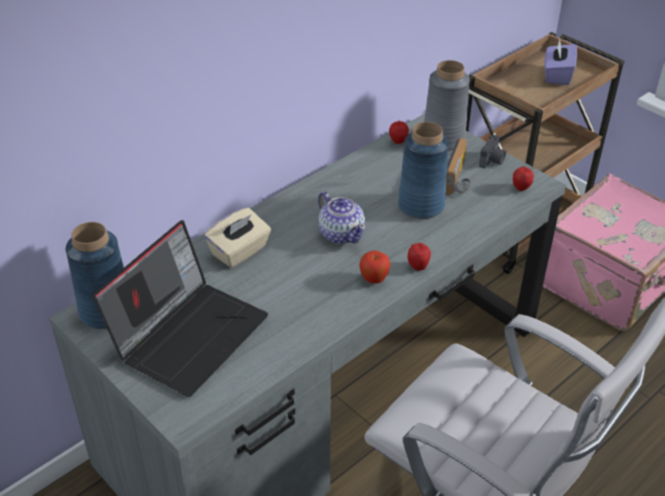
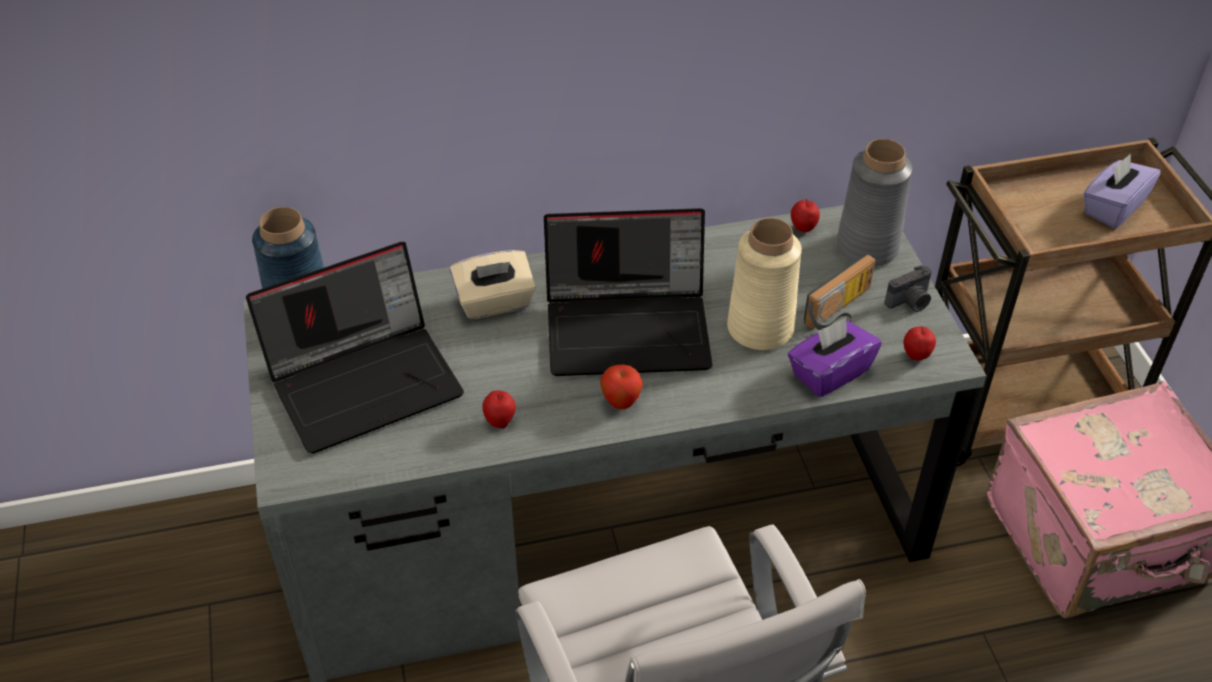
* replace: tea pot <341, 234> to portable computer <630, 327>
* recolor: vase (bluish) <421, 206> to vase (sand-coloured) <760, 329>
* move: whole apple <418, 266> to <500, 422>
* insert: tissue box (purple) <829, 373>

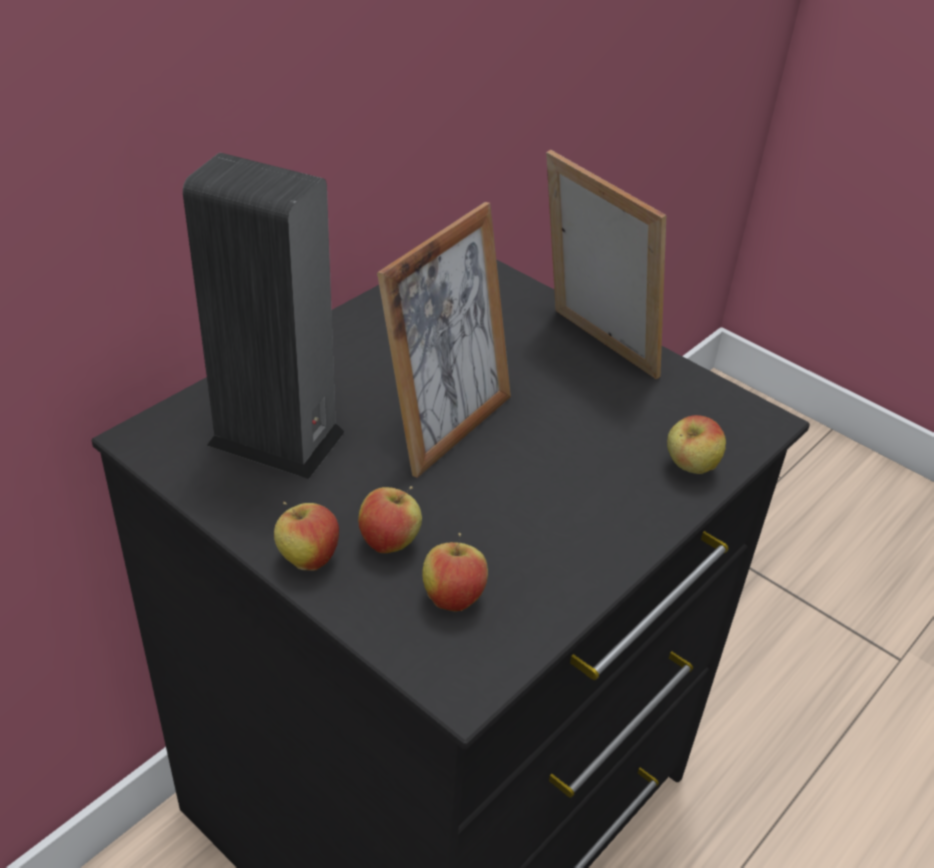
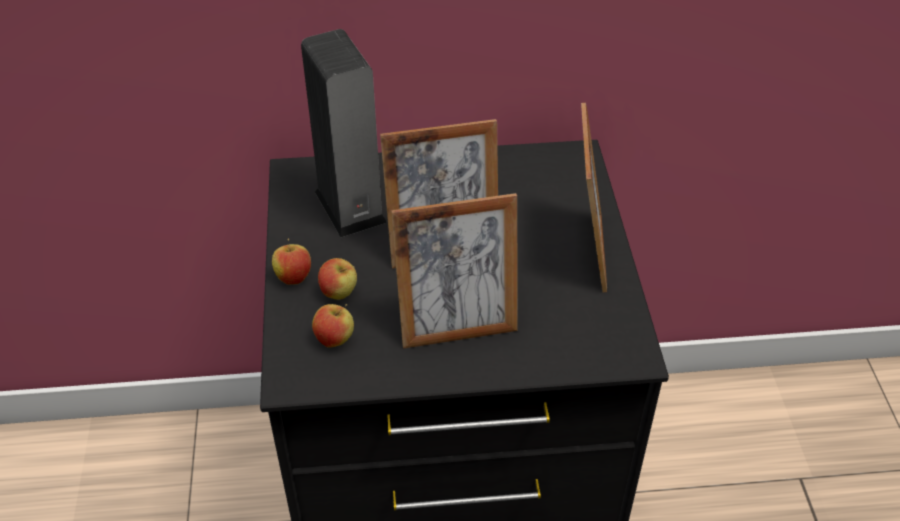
* delete: whole apple <690, 468>
* insert: standing frame <457, 326>

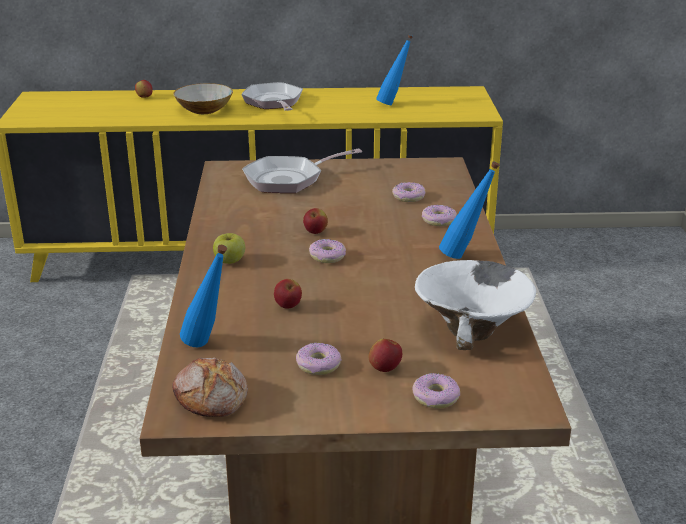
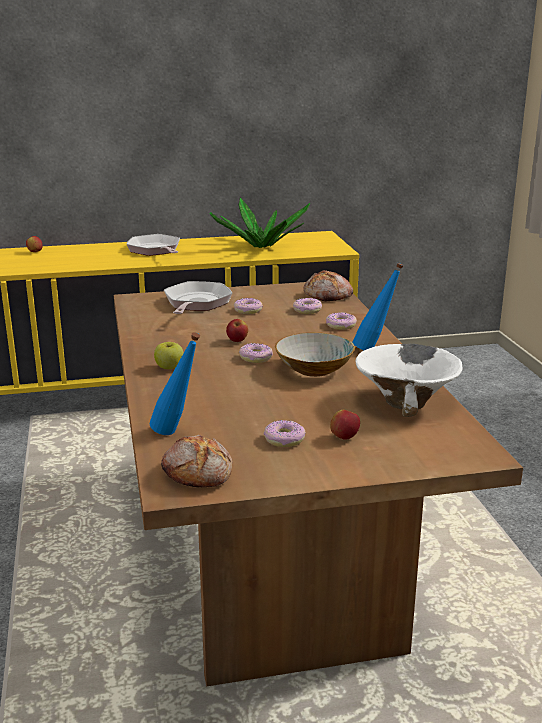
* move: bowl <204, 110> to <314, 370>
* rotate: pan <289, 179> = <196, 304> 135 degrees clockwise
* delete: whole apple <288, 306>
* replace: drink bottle (bluish) <393, 104> to houseplant <261, 246>
* move: ring doughnut <435, 397> to <248, 310>
* insert: bread <328, 296>

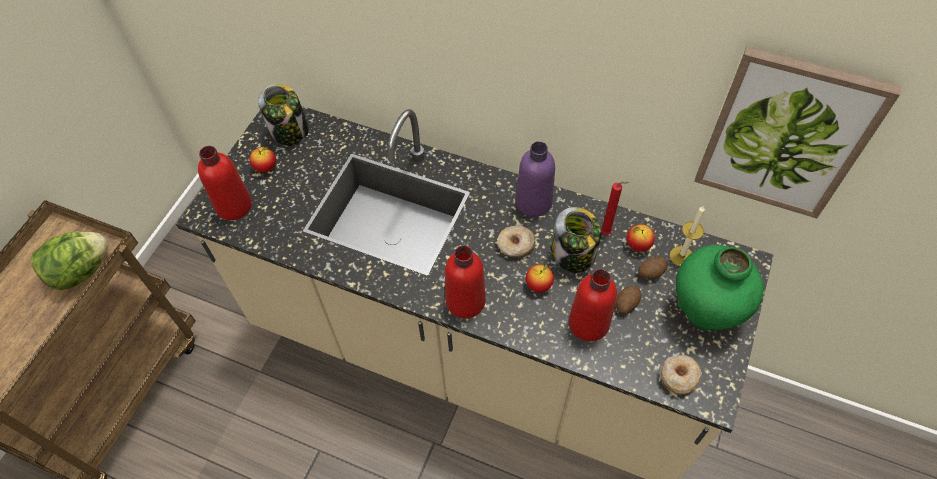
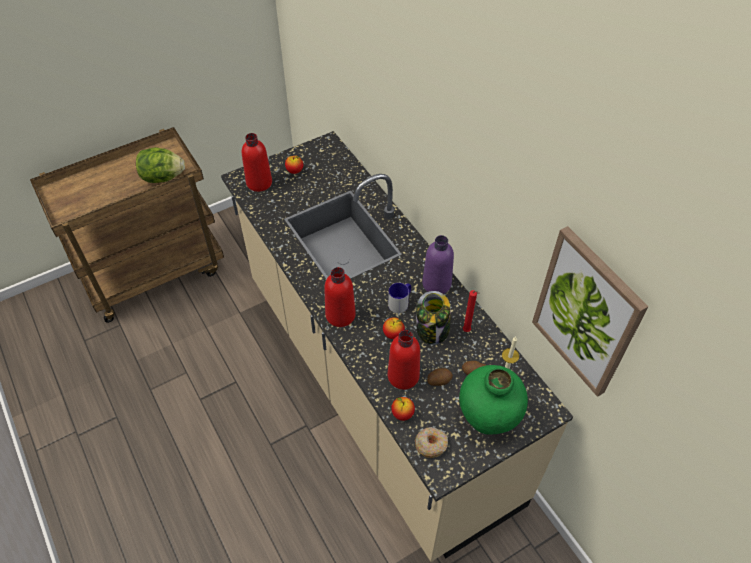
* delete: jar <290, 131>
* replace: ring doughnut <515, 245> to mug <400, 302>
* move: whole apple <638, 245> to <402, 414>

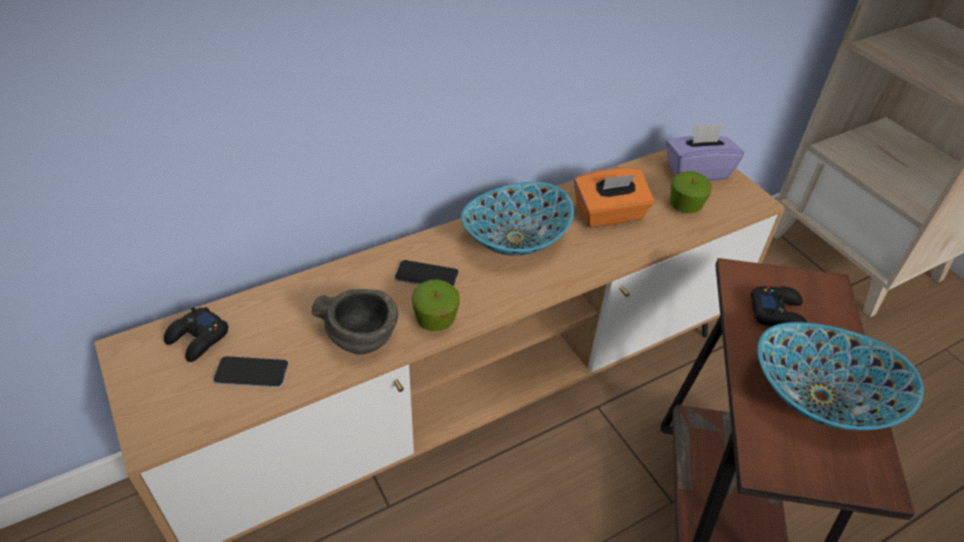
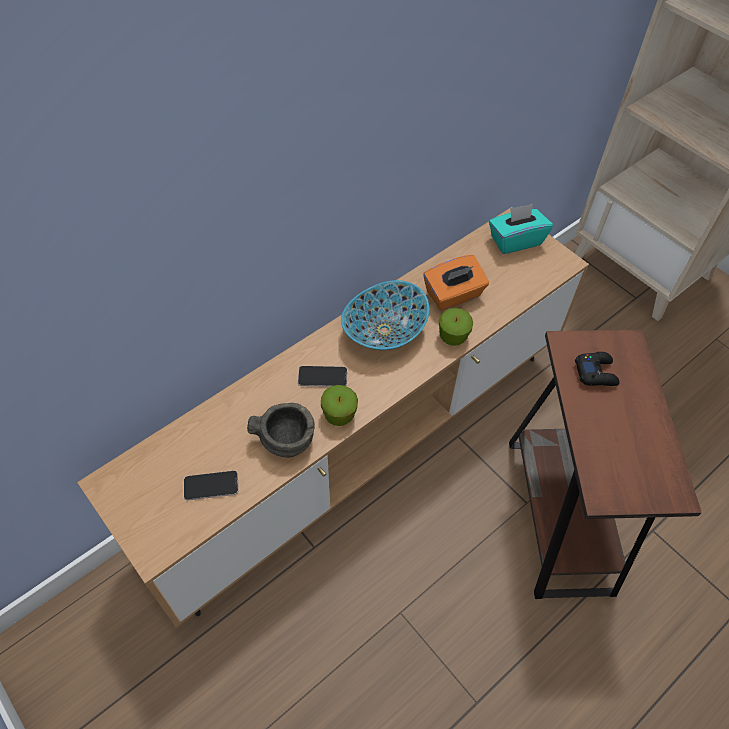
* delete: joypad (black) <198, 339>
* recolor: tissue box (purple) <696, 171> to tissue box (turquoise-coloured) <515, 240>
* move: whole apple <685, 206> to <453, 336>
* delete: bowl <821, 398>

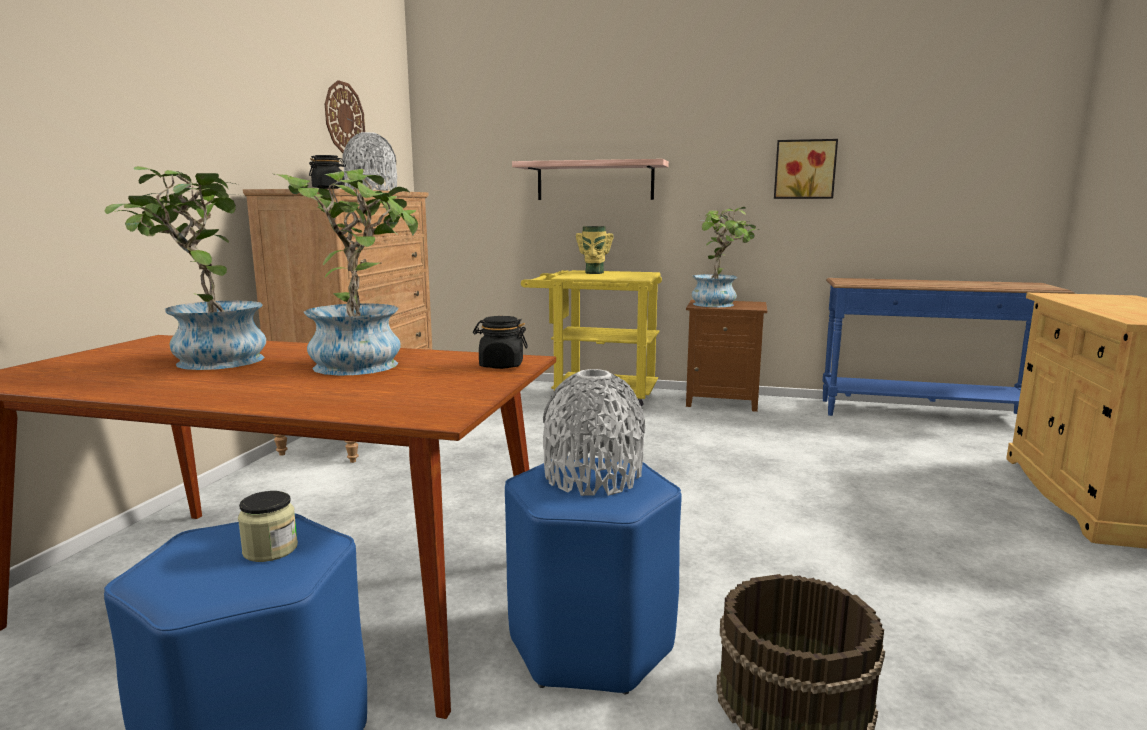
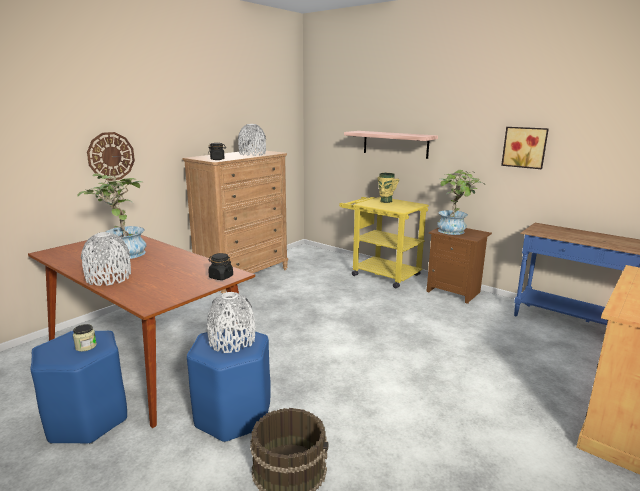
* delete: houseplant <364, 362>
* move: hanging clock <344, 118> to <111, 156>
* insert: vase (greyish) <109, 278>

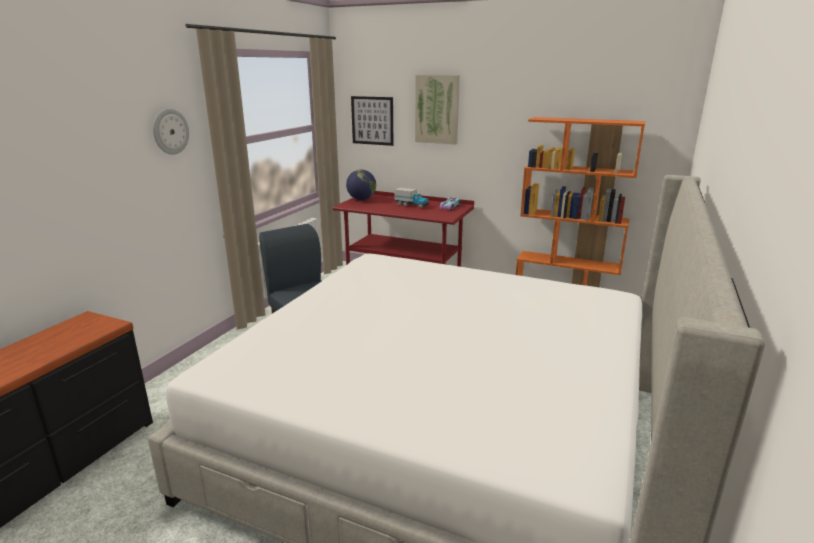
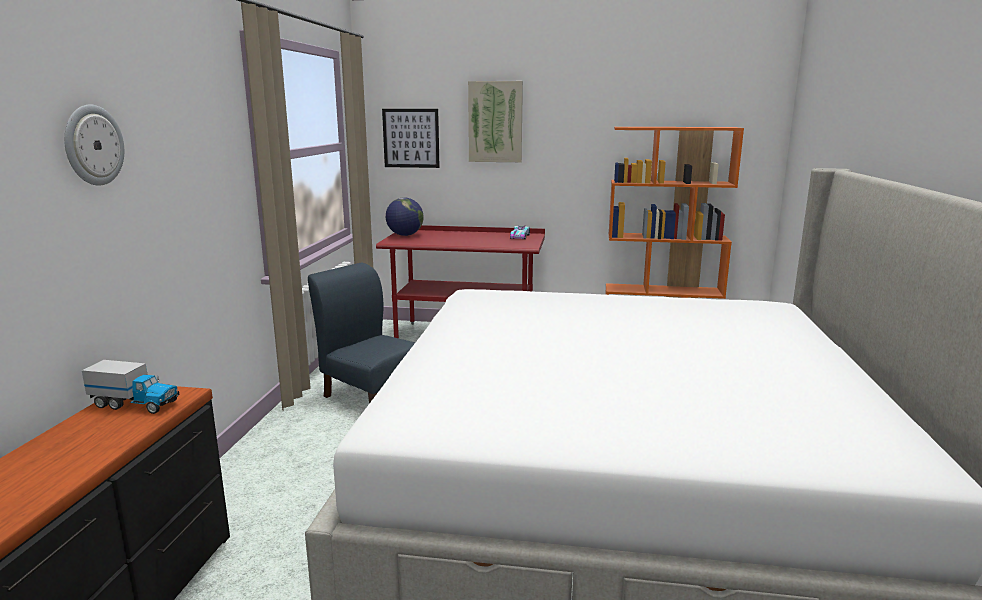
* move: hanging clock <170, 131> to <93, 145>
* move: toy truck <412, 205> to <136, 404>

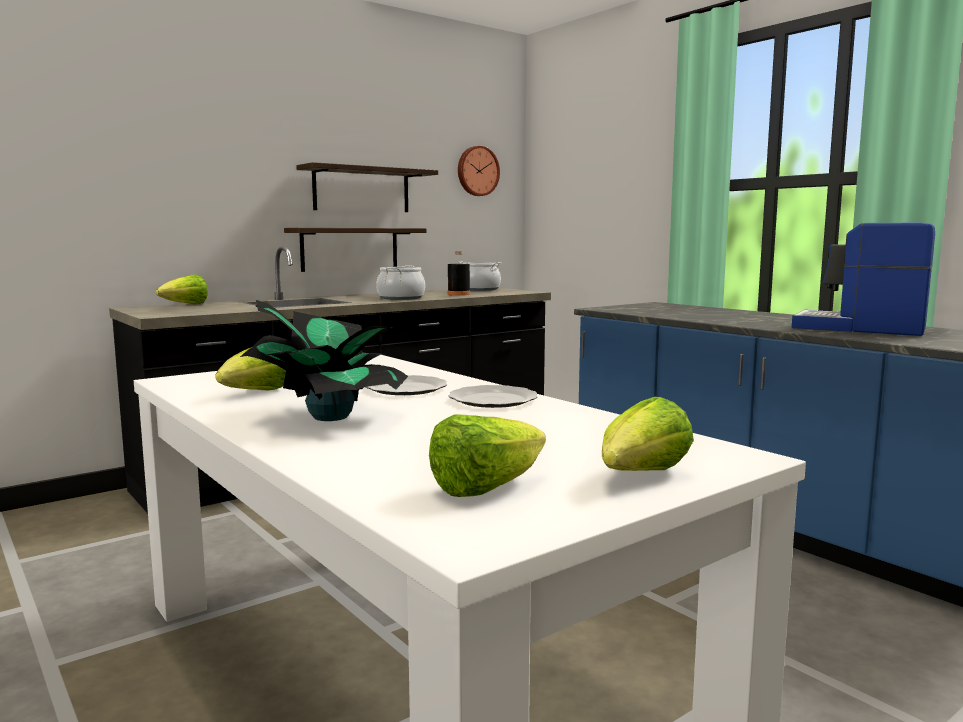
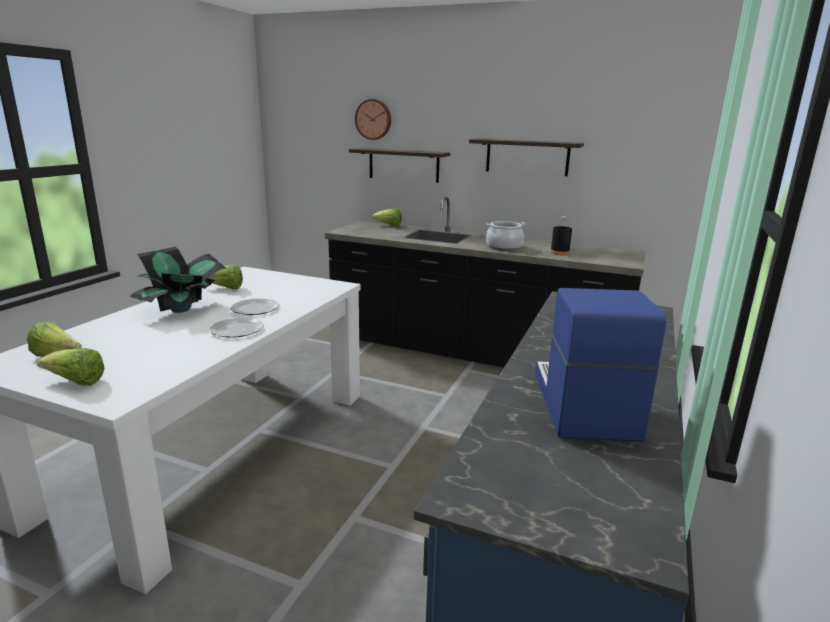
* move: wall shelf <350, 249> to <403, 165>
* move: hanging clock <477, 171> to <374, 119>
* delete: saucepot <479, 289>

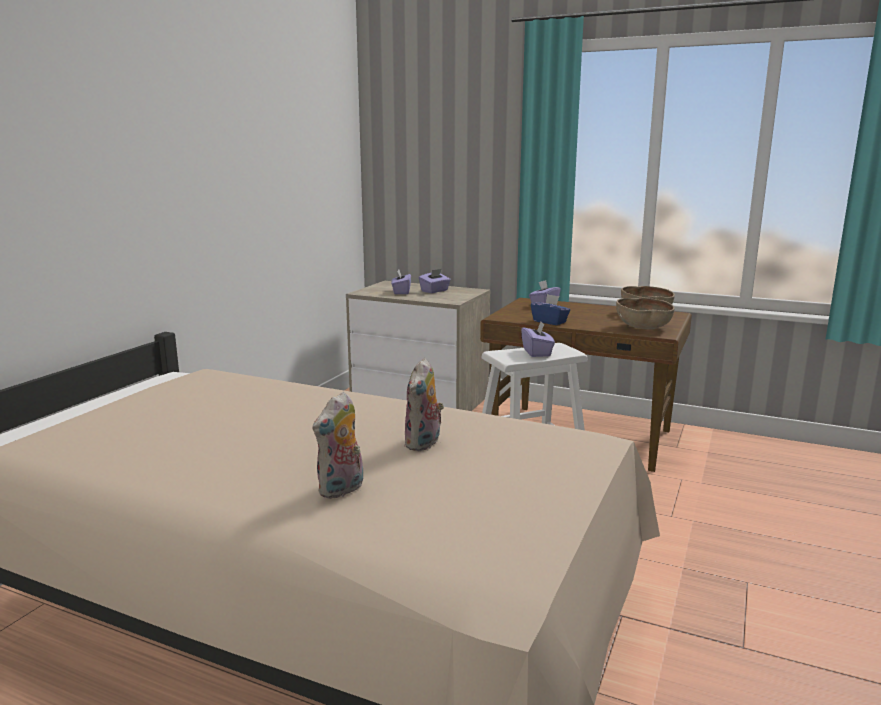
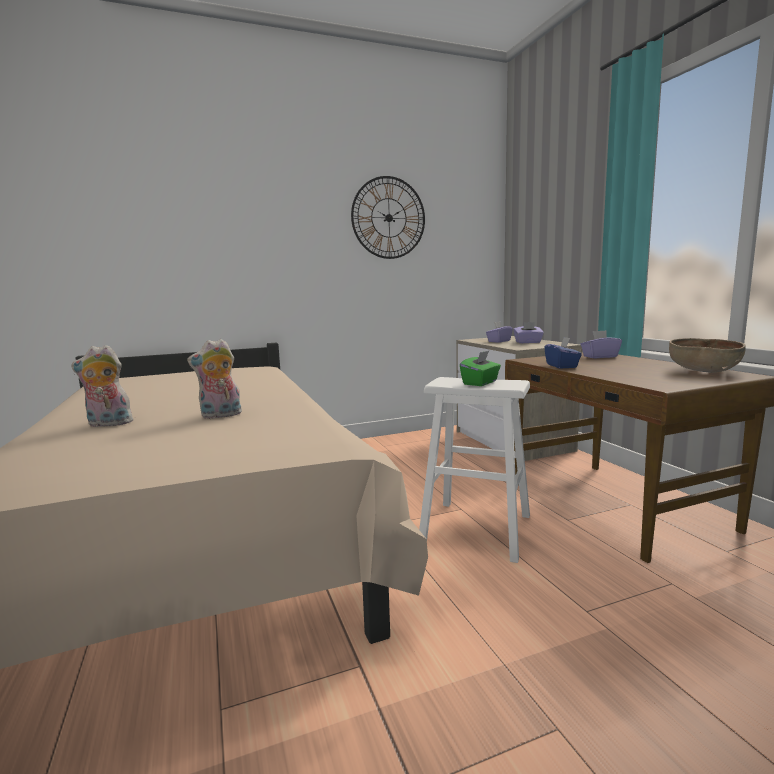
* recolor: tissue box (purple) <537, 352> to tissue box (greenish) <480, 383>
* delete: bowl (brownish) <642, 328>
* insert: hanging clock <388, 218>

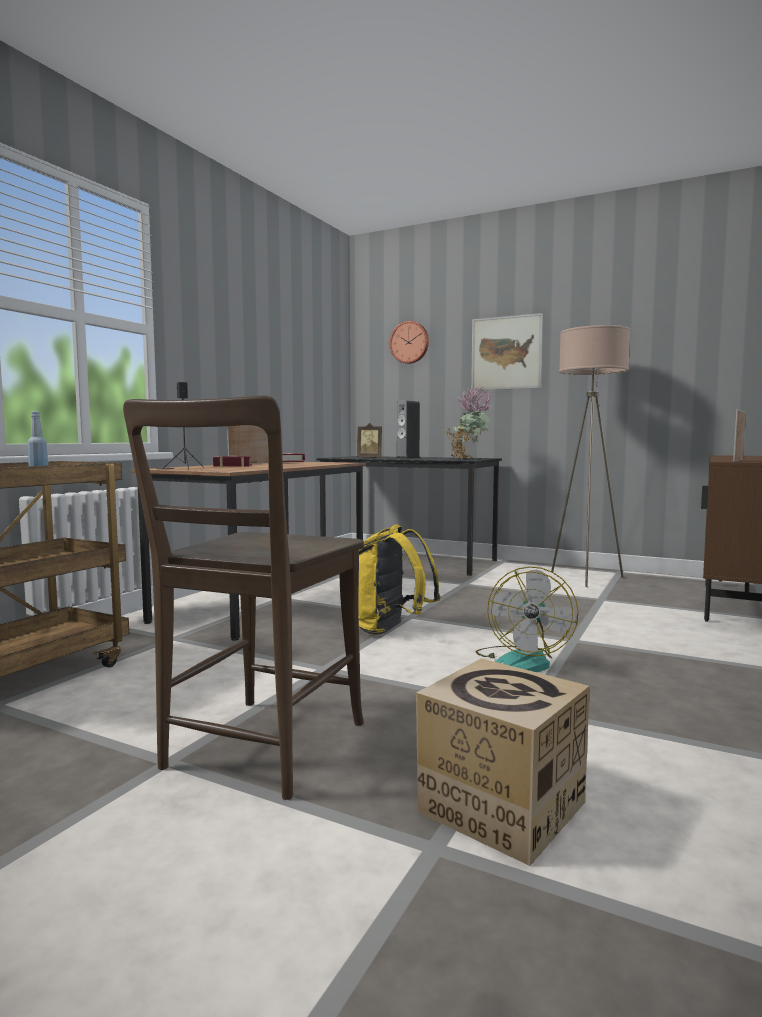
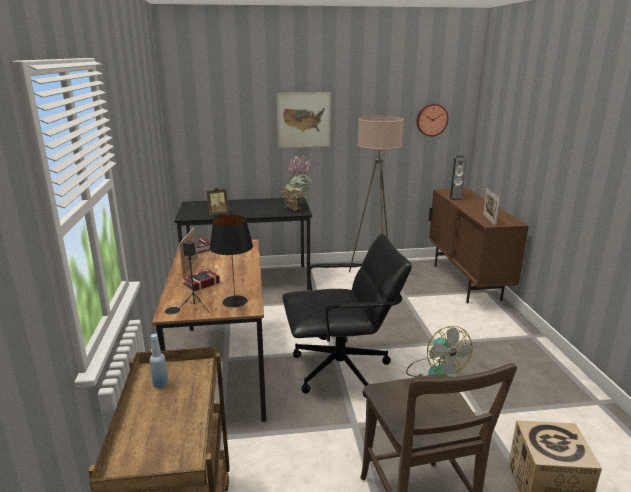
* replace: knapsack (yellow) <392, 630> to computer chair (black) <341, 370>
* move: hanging clock <410, 342> to <431, 119>
* move: loudspeaker <408, 458> to <455, 198>
* insert: lamp for a table (black) <235, 301>

